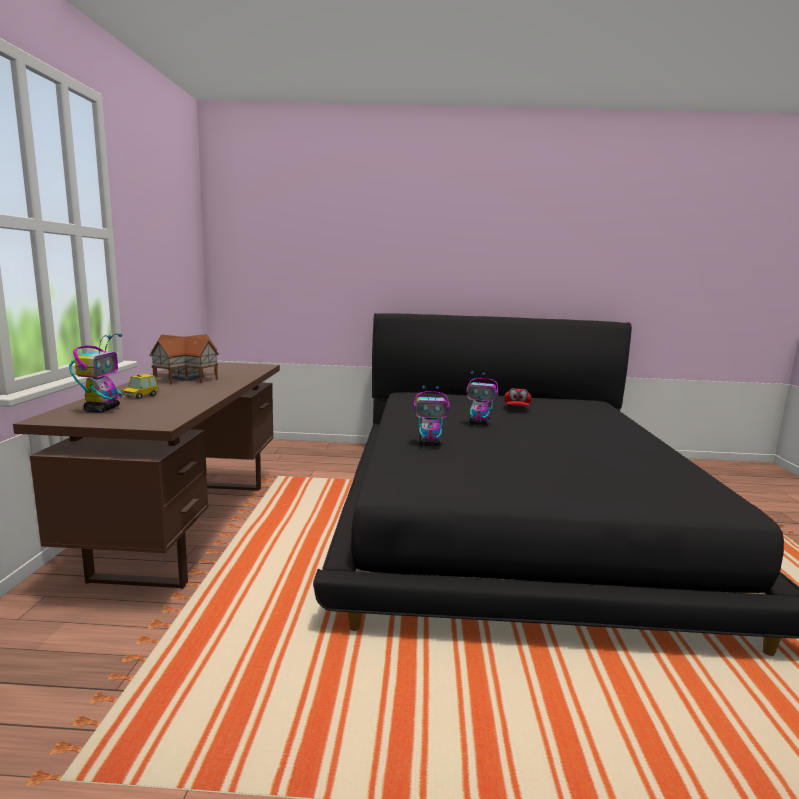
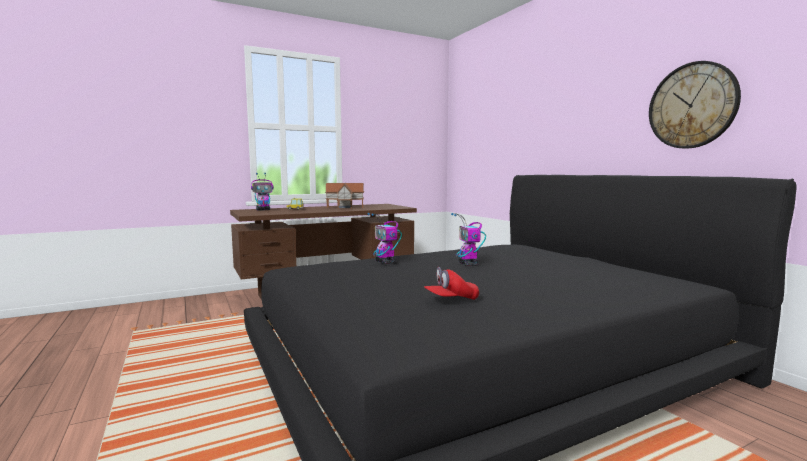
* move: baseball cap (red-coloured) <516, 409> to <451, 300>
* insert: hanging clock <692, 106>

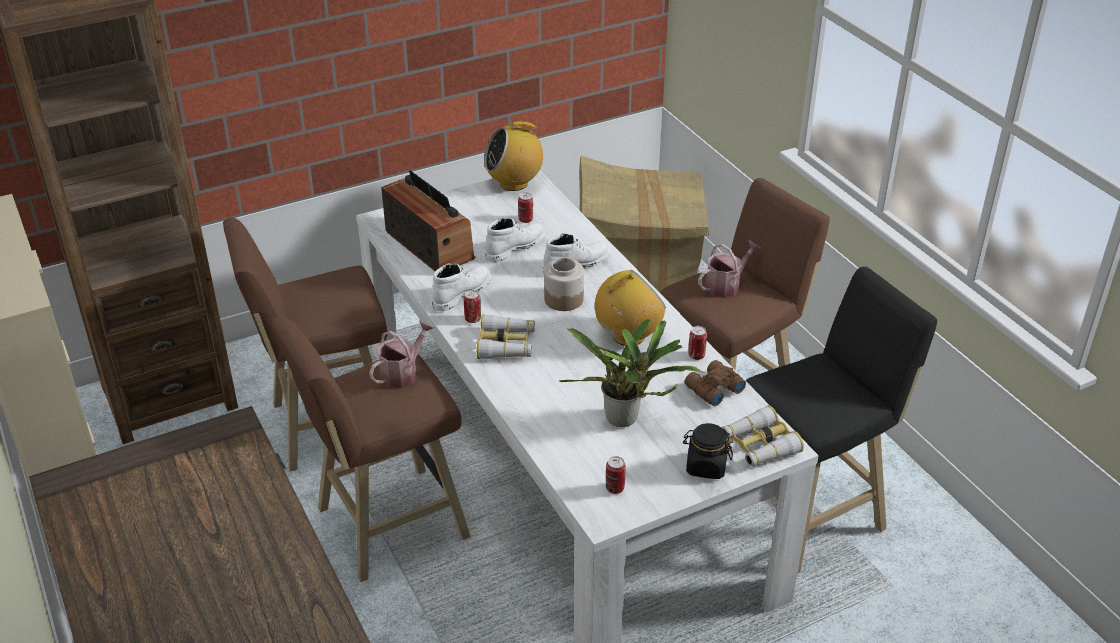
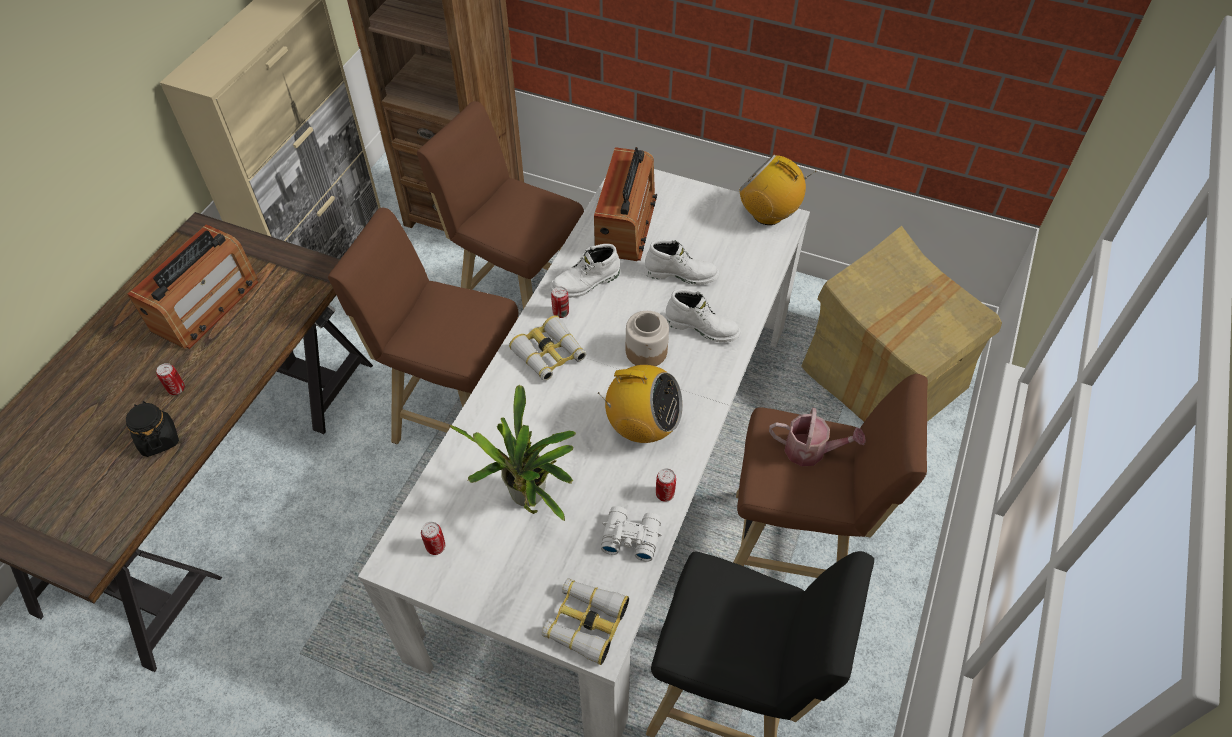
* delete: sprinkling can <403, 373>
* rotate: tall boot (white) <461, 293> = <586, 283> 150 degrees clockwise
* move: sealed can <525, 220> to <176, 389>
* move: jar (black) <706, 466> to <158, 439>
* recolor: binoculars (brownish) <712, 389> to binoculars (white) <630, 536>
* insert: radio set <206, 305>

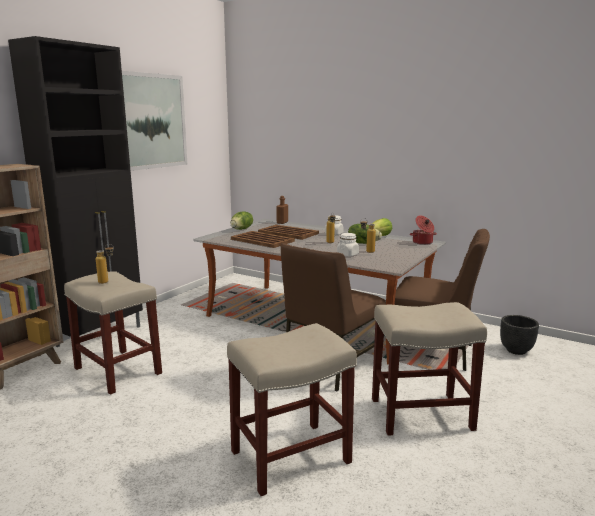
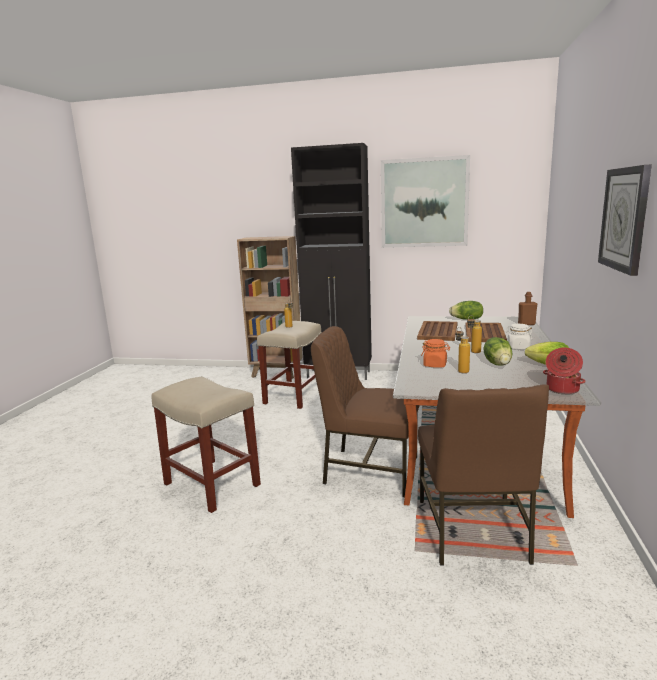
* recolor: jar (white) <347, 254> to jar (orange-coloured) <435, 365>
* delete: stool (sand-coloured) <419, 414>
* delete: flower pot (black) <515, 350>
* insert: hanging clock <624, 219>

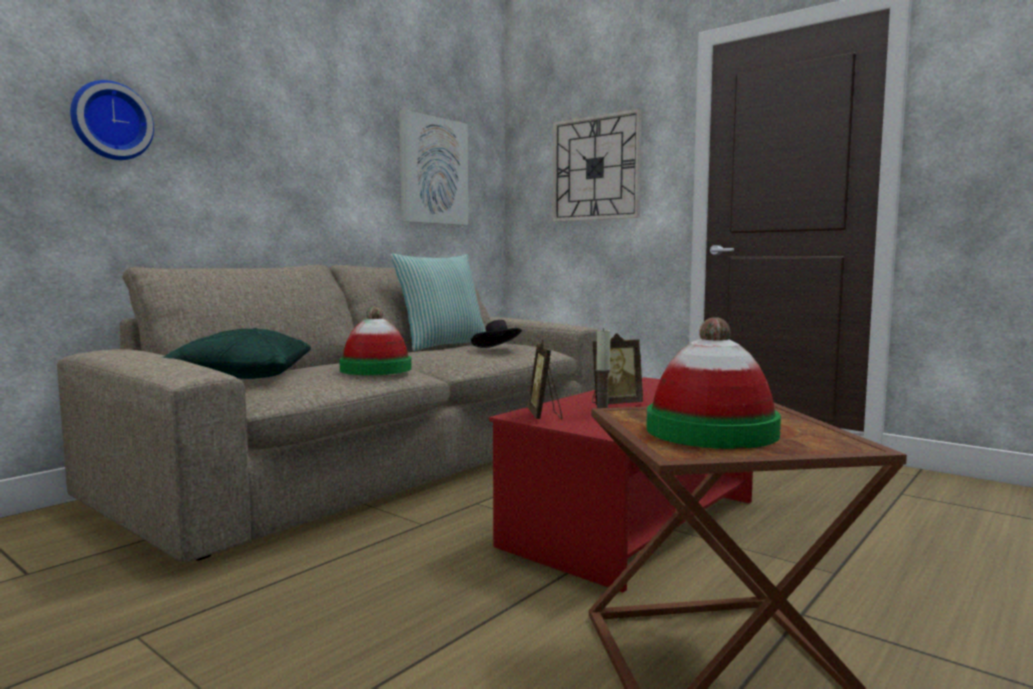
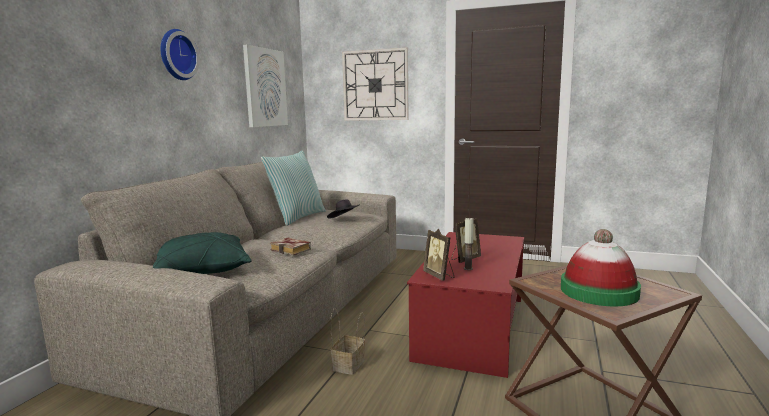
* move: hanging clock <110, 121> to <176, 55>
* replace: wearable hat <376, 369> to bound book <292, 250>
* insert: basket <349, 366>

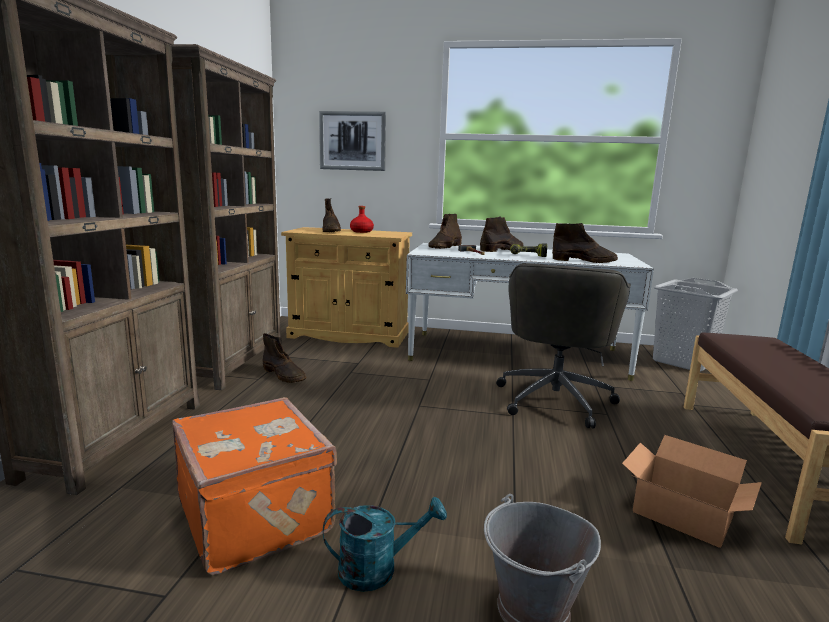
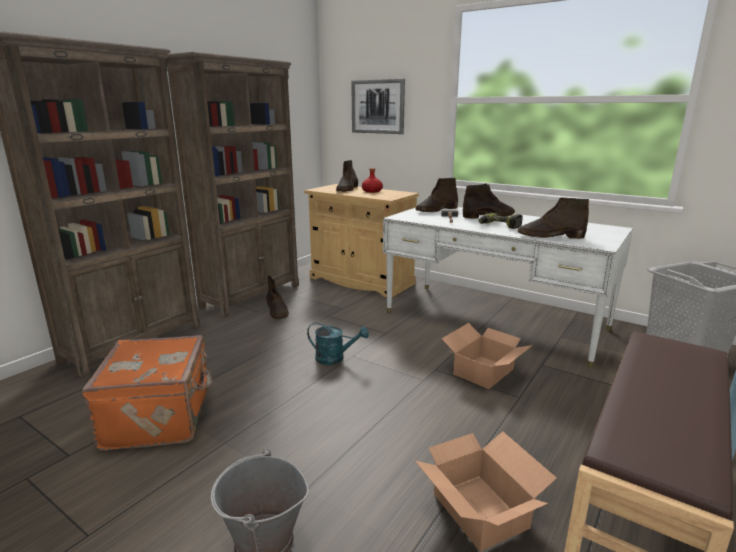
* move: sprinkling can (turquoise-coloured) <378, 569> to <335, 358>
* replace: computer chair (greyish) <555, 399> to packing box <482, 371>
* rotate: tall boot (brownish) <584, 261> = <550, 236> 150 degrees clockwise

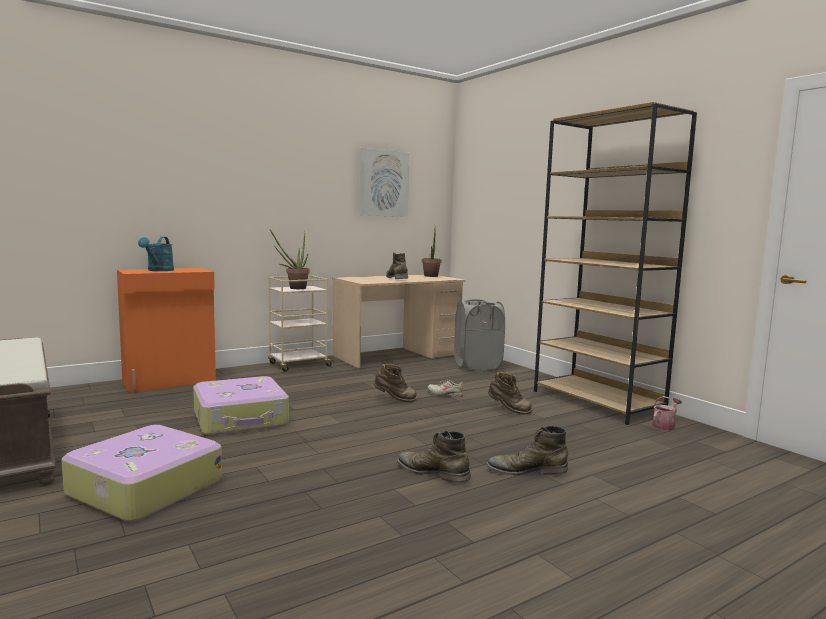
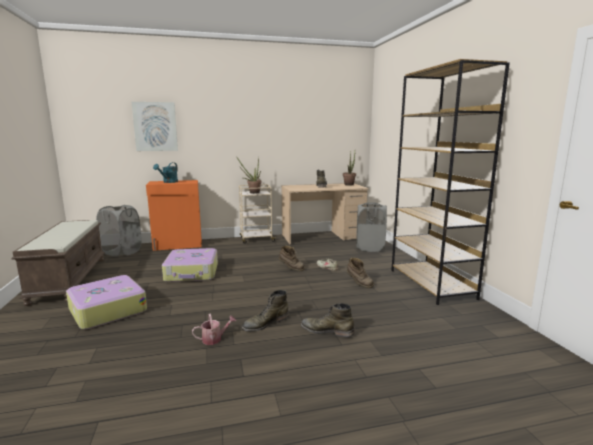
* move: picture <383, 183> to <155, 126>
* rotate: tall boot (greenish) <433, 472> = <265, 323> 90 degrees counterclockwise
* move: sprinkling can <665, 425> to <214, 339>
* insert: laundry basket (greyish) <121, 252>

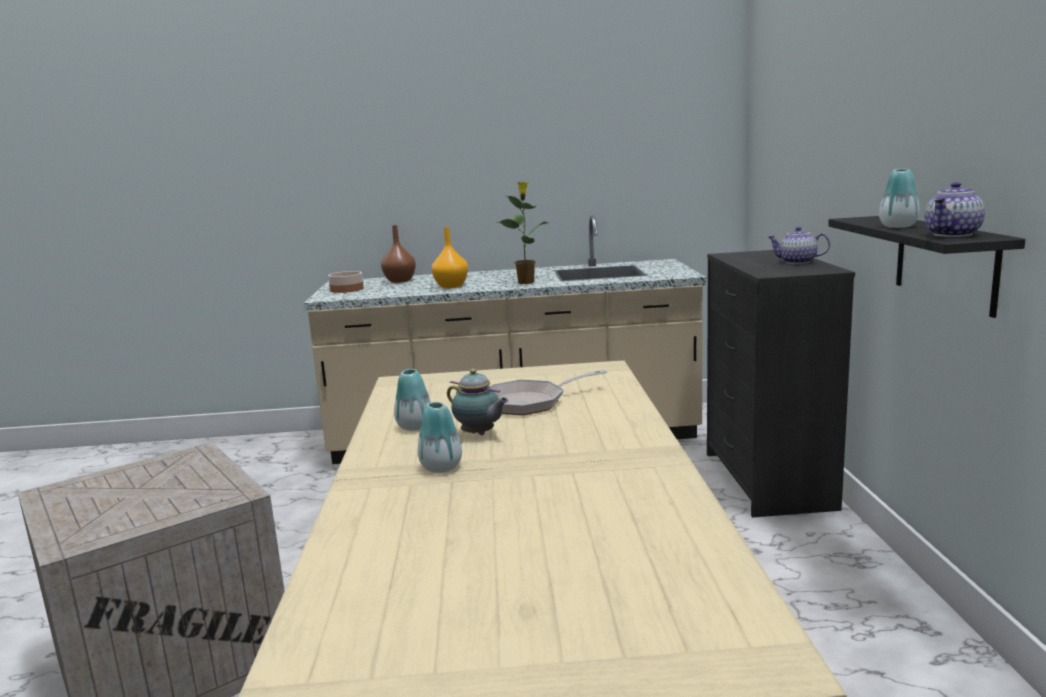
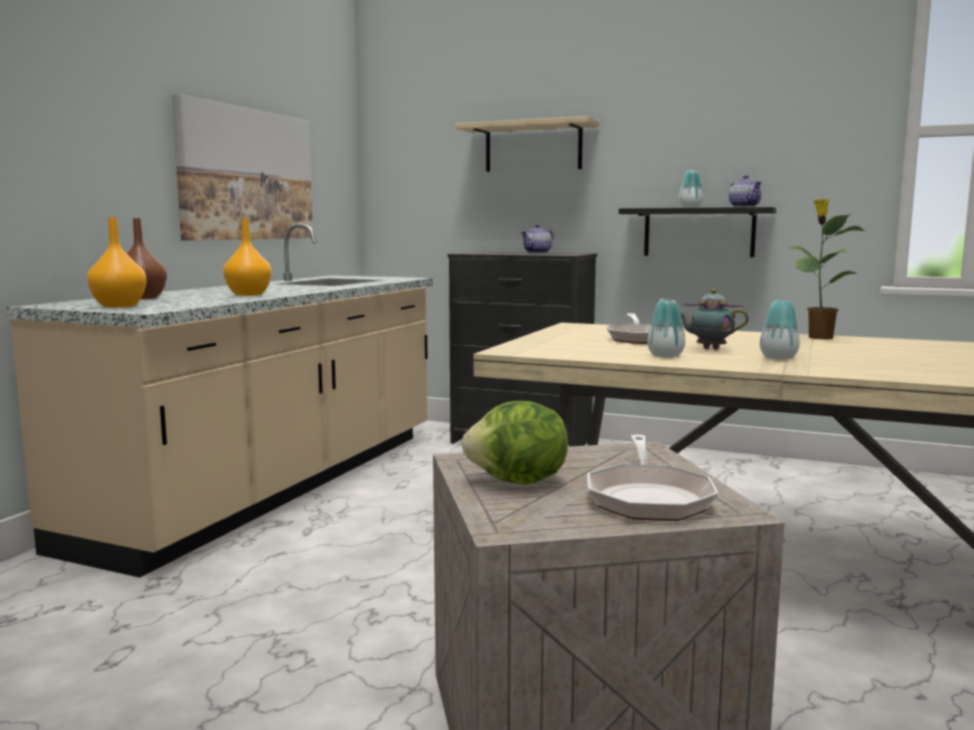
* replace: bowl <346, 289> to vase (orange-coloured) <120, 306>
* rotate: tea pot <479, 434> = <708, 349> 135 degrees counterclockwise
* move: houseplant <526, 282> to <818, 337>
* insert: picture <246, 174>
* insert: wall shelf (sand-coloured) <533, 147>
* insert: head of lettuce <518, 482>
* insert: pan <648, 498>

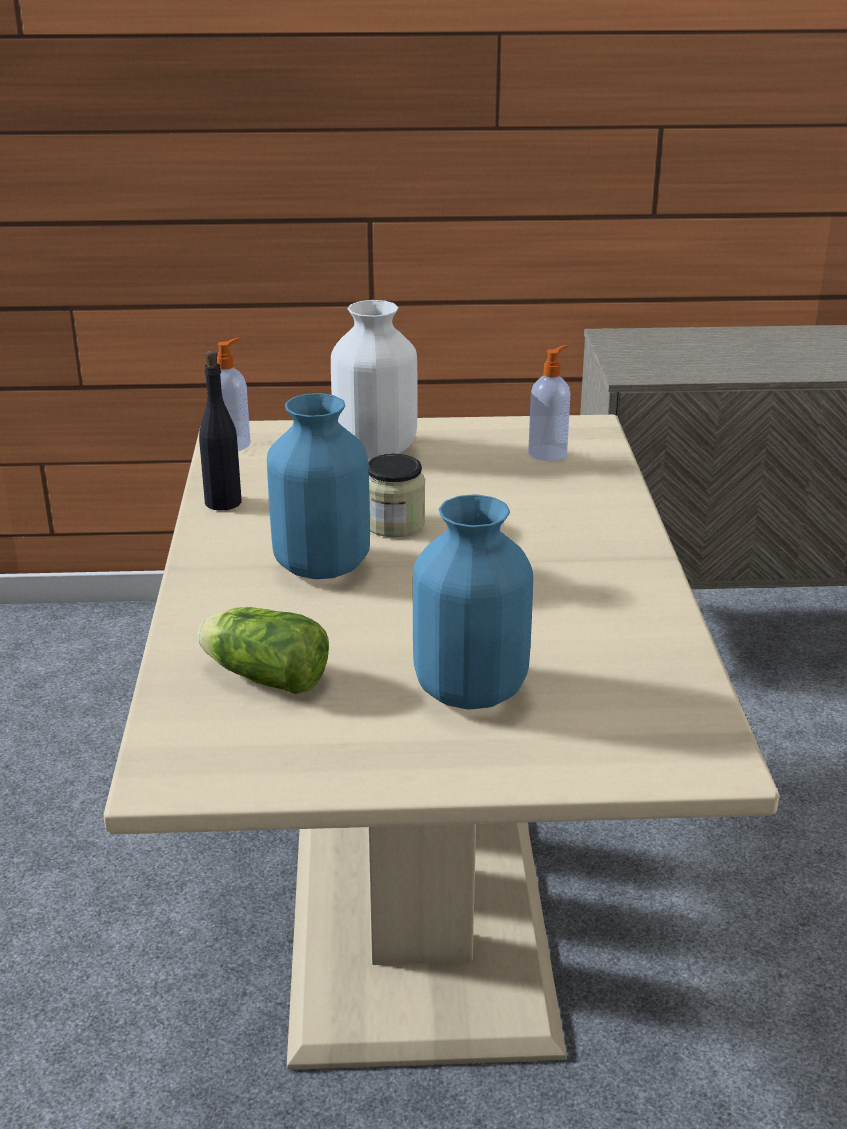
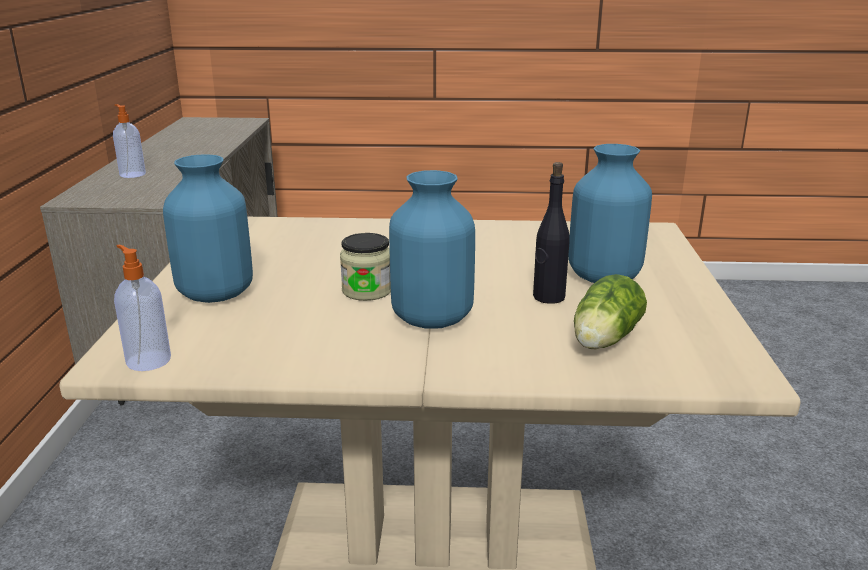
* move: drink bottle (black) <222, 502> to <548, 297>
* recolor: vase (white) <374, 449> to vase (bluish) <214, 294>
* move: soap bottle <548, 453> to <132, 174>

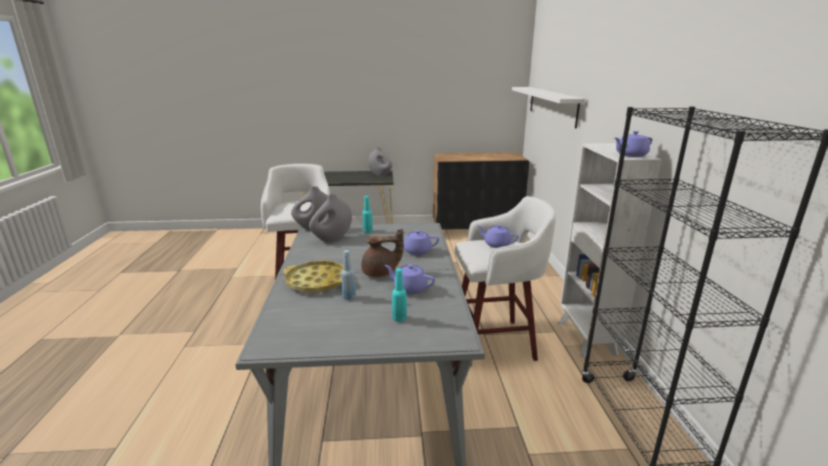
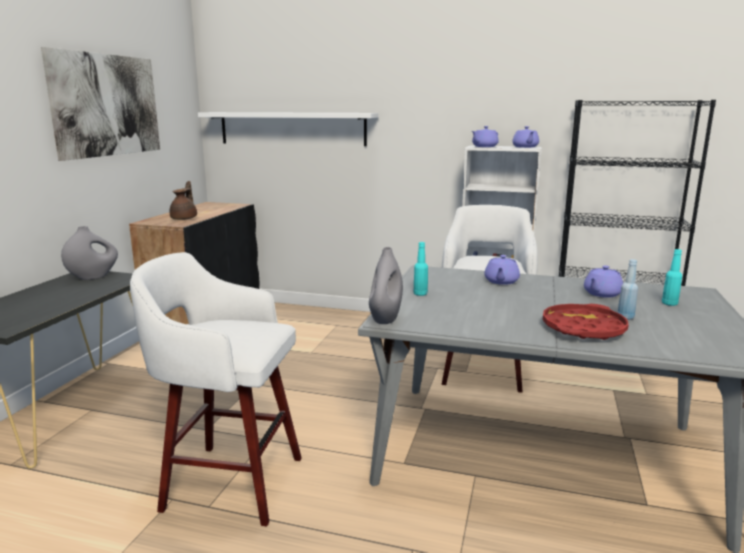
* recolor: serving tray (yellow) <316, 281> to serving tray (red-coloured) <583, 328>
* delete: vase (greyish) <332, 239>
* move: tea pot (brownish) <381, 273> to <185, 218>
* move: tea pot (purple) <496, 244> to <484, 146>
* insert: picture <107, 105>

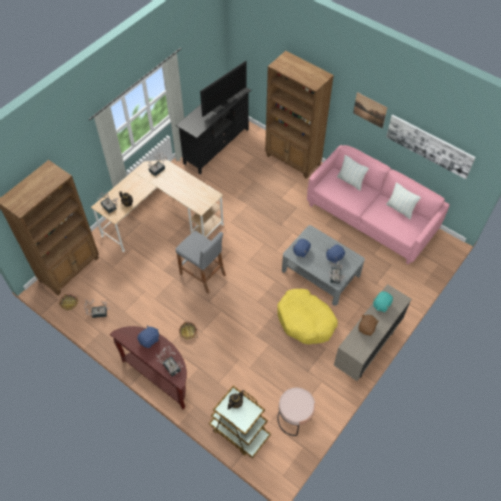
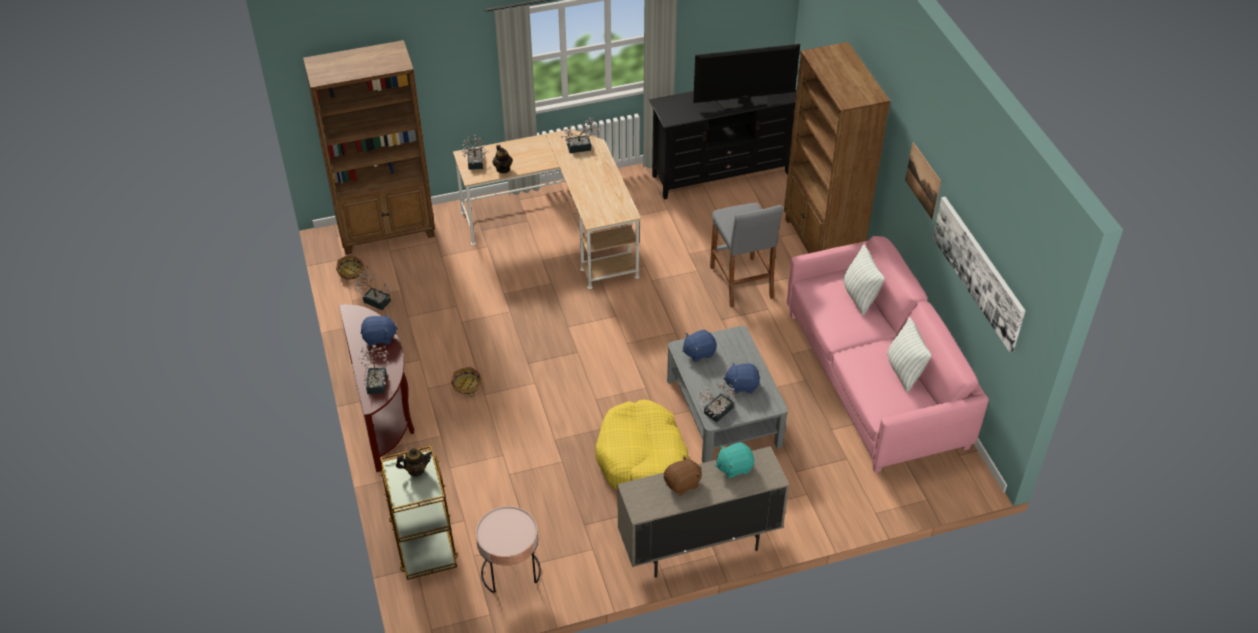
* move: stool (greyish) <203, 274> to <741, 282>

